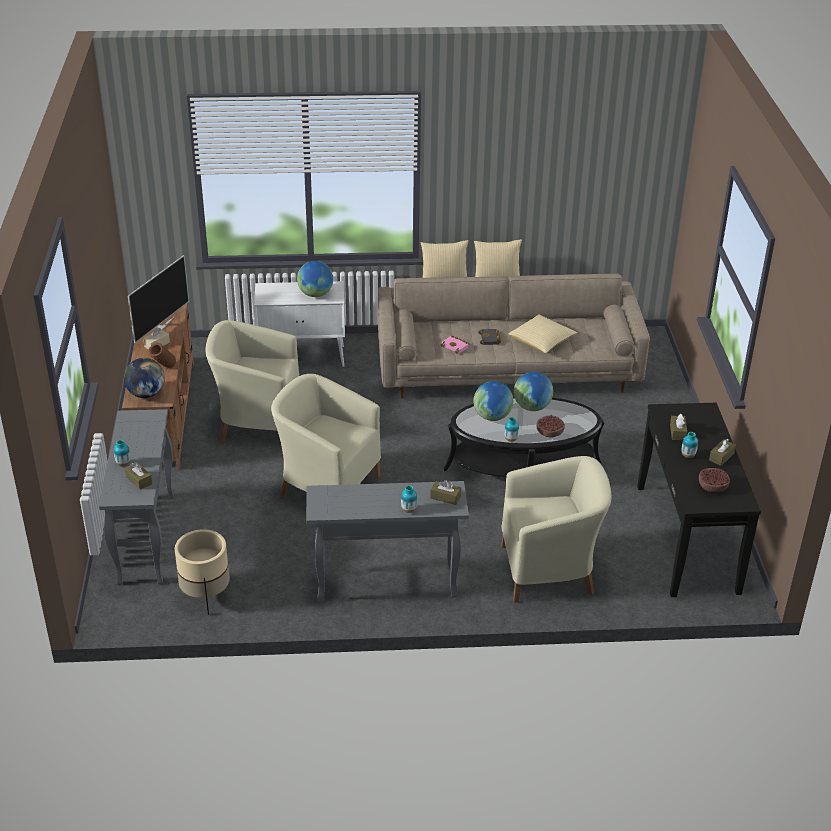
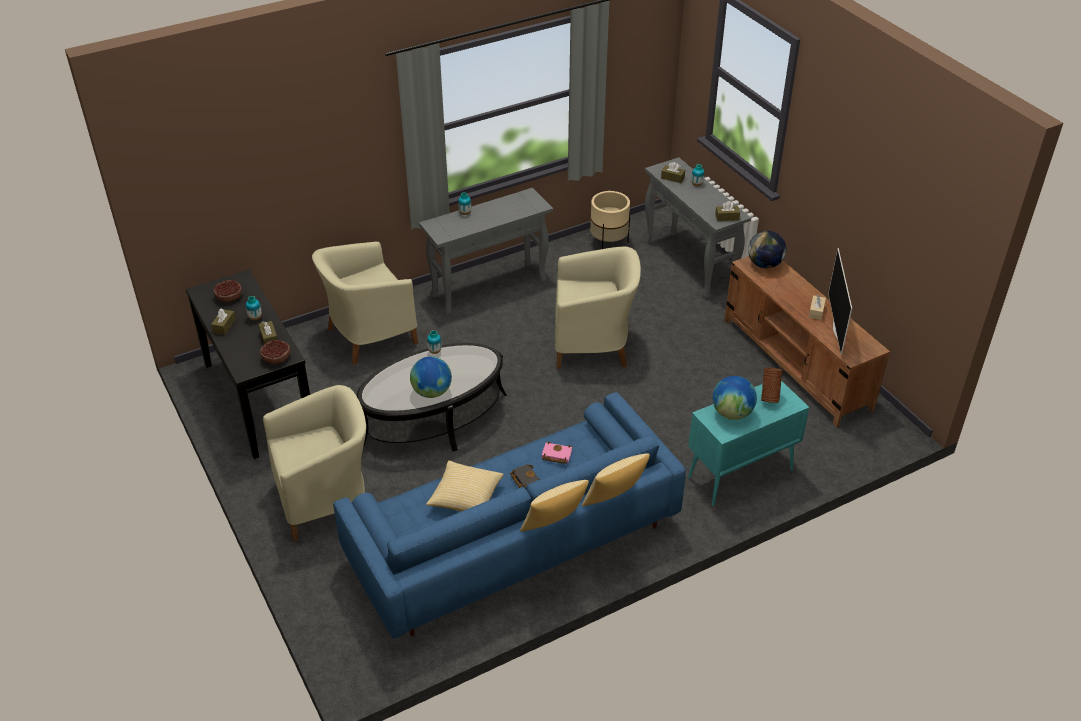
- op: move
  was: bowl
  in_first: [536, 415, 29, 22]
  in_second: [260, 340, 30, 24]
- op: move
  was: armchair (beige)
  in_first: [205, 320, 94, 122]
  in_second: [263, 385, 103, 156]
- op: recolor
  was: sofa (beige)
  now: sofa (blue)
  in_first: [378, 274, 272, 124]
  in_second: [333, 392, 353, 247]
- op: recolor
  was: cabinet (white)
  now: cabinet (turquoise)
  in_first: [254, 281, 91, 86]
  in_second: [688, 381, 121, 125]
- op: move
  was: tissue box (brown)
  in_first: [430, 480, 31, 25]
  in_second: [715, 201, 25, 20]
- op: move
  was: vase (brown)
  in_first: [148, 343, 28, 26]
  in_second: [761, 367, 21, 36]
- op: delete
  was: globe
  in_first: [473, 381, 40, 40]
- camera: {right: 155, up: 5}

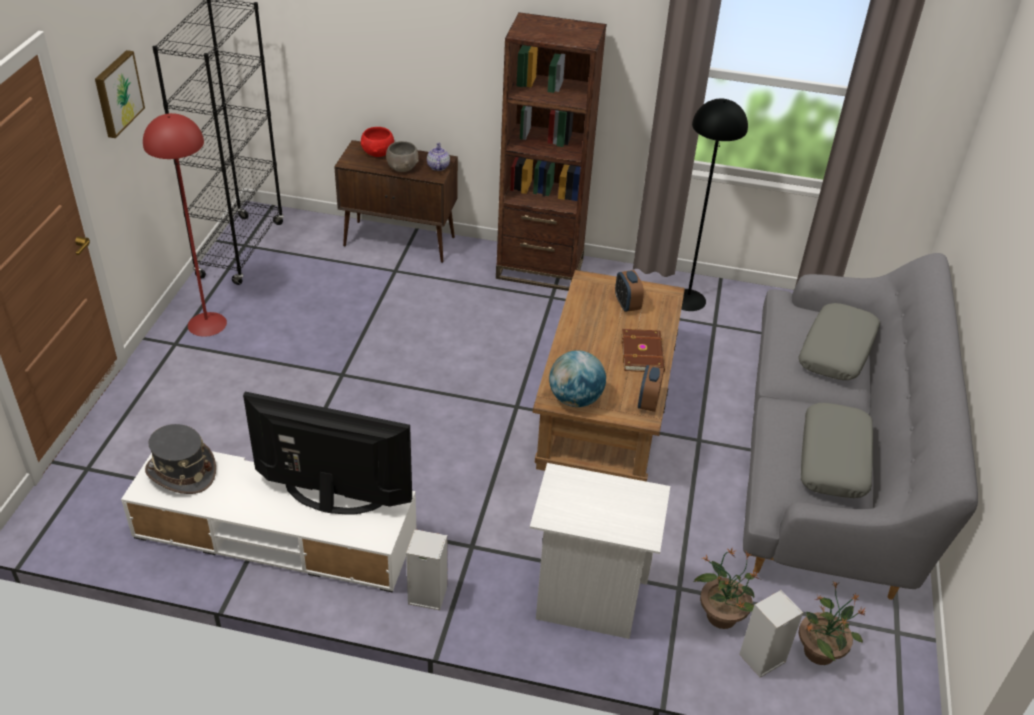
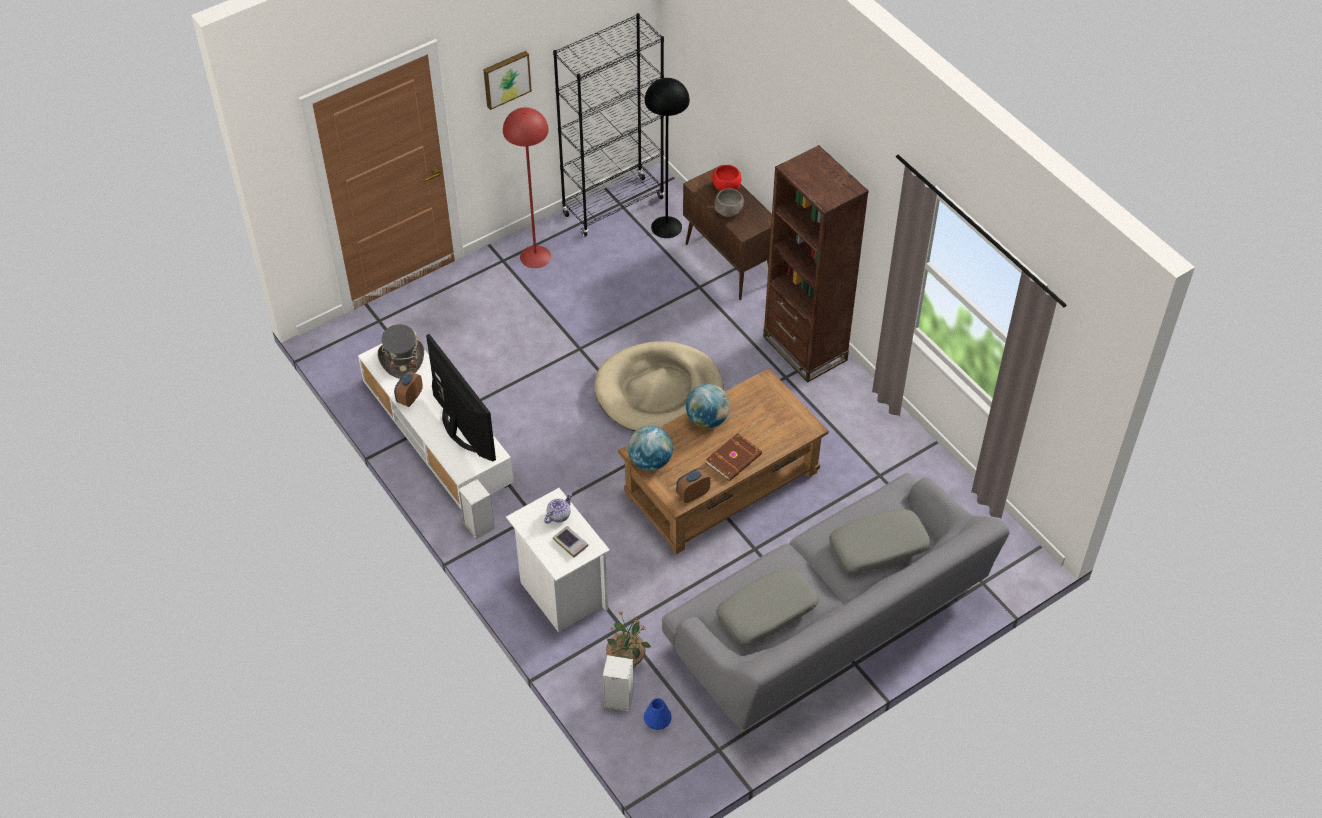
- op: move
  was: alarm clock
  in_first: [615, 270, 29, 42]
  in_second: [394, 371, 29, 36]
- op: move
  was: teapot
  in_first: [427, 143, 23, 28]
  in_second: [544, 493, 28, 30]
- op: insert
  now: book
  in_second: [553, 526, 35, 32]
- op: insert
  now: dog bed (beige)
  in_second: [595, 341, 128, 90]
- op: replace
  was: potted plant
  now: vase (blue)
  in_first: [799, 581, 67, 84]
  in_second: [644, 698, 28, 32]
- op: move
  was: floor lamp (black)
  in_first: [681, 99, 67, 212]
  in_second: [645, 78, 45, 160]
- op: insert
  now: globe
  in_second: [686, 384, 44, 44]
- camera: {right: 45, up: 10}

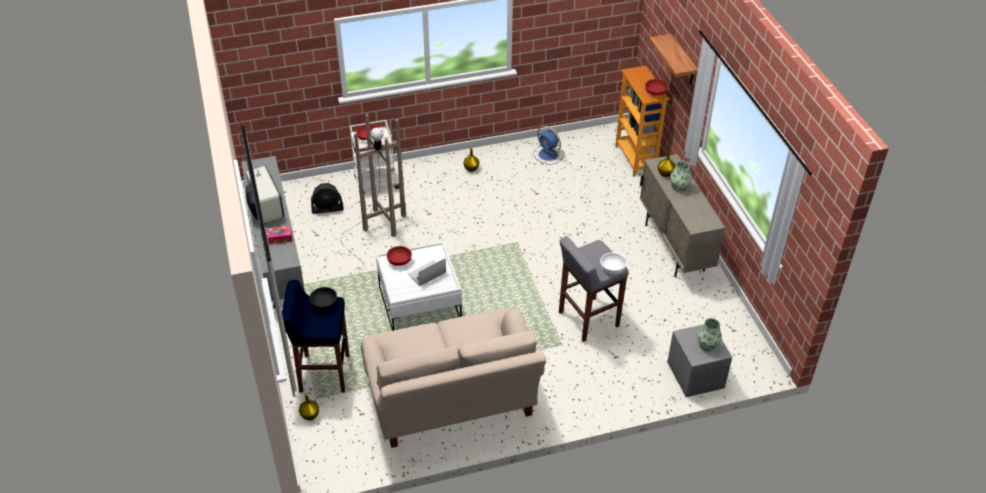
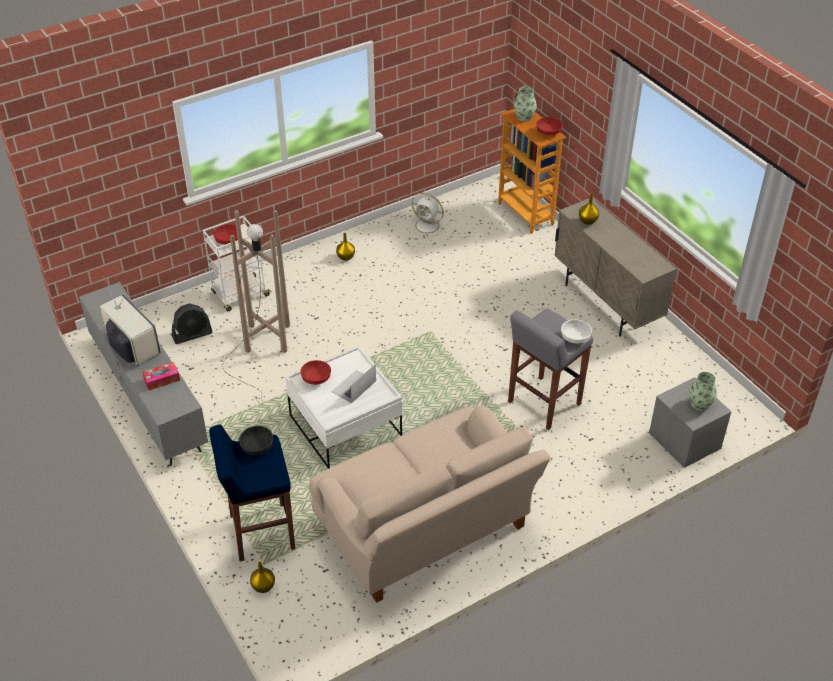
- op: recolor
  was: fan (blue)
  now: fan (white)
  in_first: [533, 126, 31, 39]
  in_second: [410, 192, 36, 45]
- op: move
  was: vase
  in_first: [670, 160, 22, 32]
  in_second: [514, 86, 23, 36]
- op: delete
  was: shelf
  in_first: [650, 34, 48, 50]
- camera: {right: -15, up: 0}

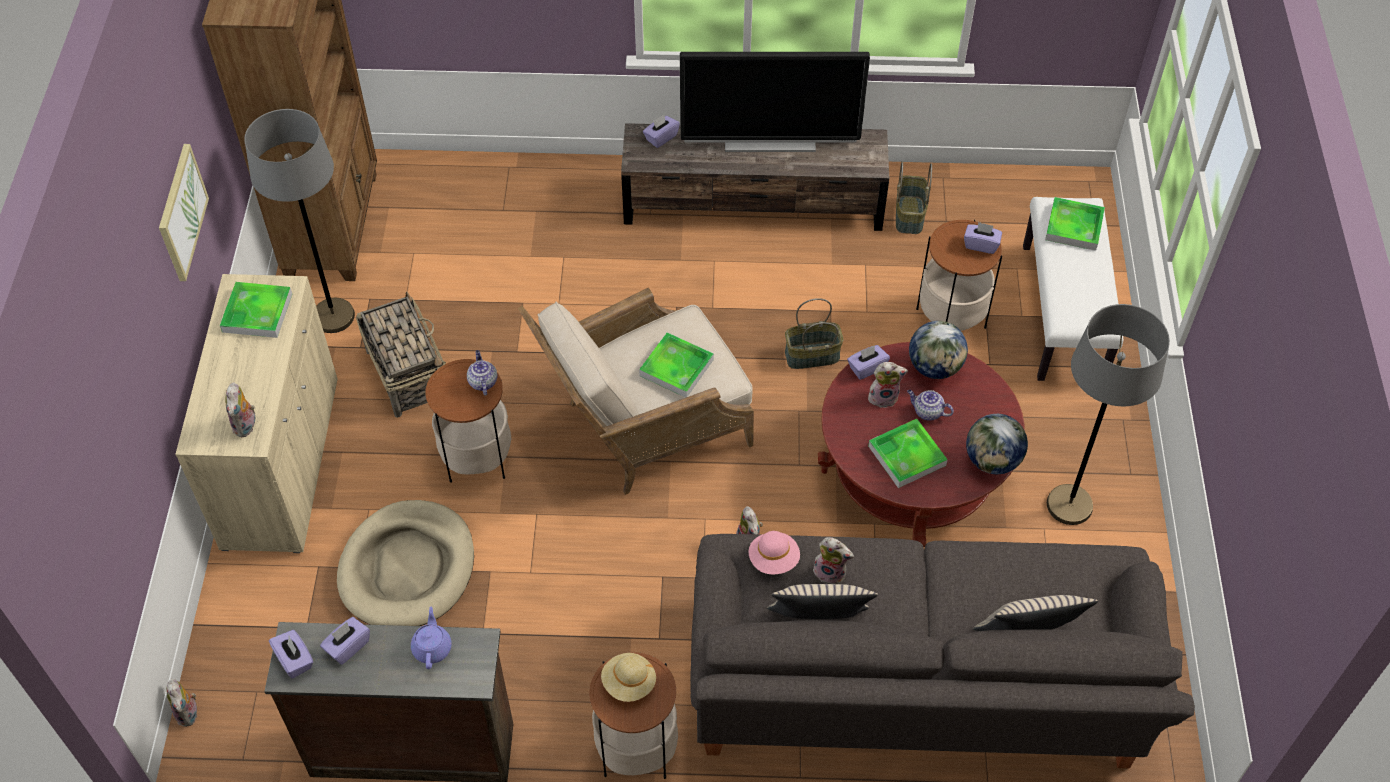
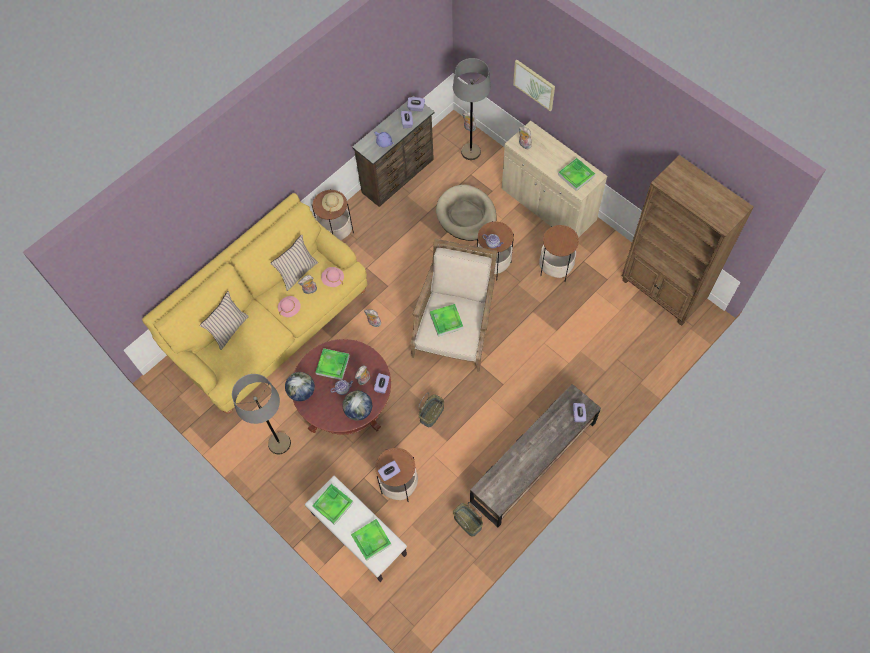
- op: recolor
  was: sofa (grey)
  now: sofa (yellow)
  in_first: [690, 534, 505, 234]
  in_second: [142, 193, 226, 221]
- op: insert
  now: hat (pink)
  in_second: [278, 296, 23, 21]
- op: insert
  now: tray
  in_second: [312, 484, 42, 41]
- op: move
  was: floor lamp (grey)
  in_first: [244, 109, 111, 224]
  in_second: [453, 58, 38, 102]
- op: move
  was: picture
  in_first: [159, 144, 50, 137]
  in_second: [513, 60, 42, 51]
- op: replace
  was: basket
  now: side table
  in_first: [356, 291, 90, 127]
  in_second: [539, 225, 40, 57]
- op: delete
  was: television
  in_first: [680, 52, 190, 100]
- camera: {right: 135, up: 10}

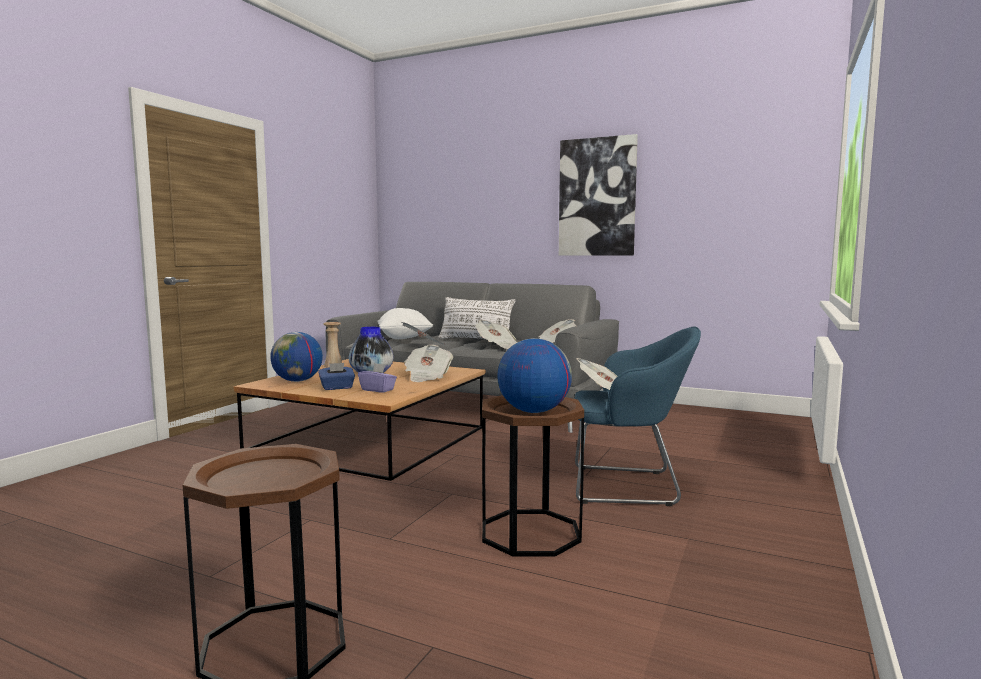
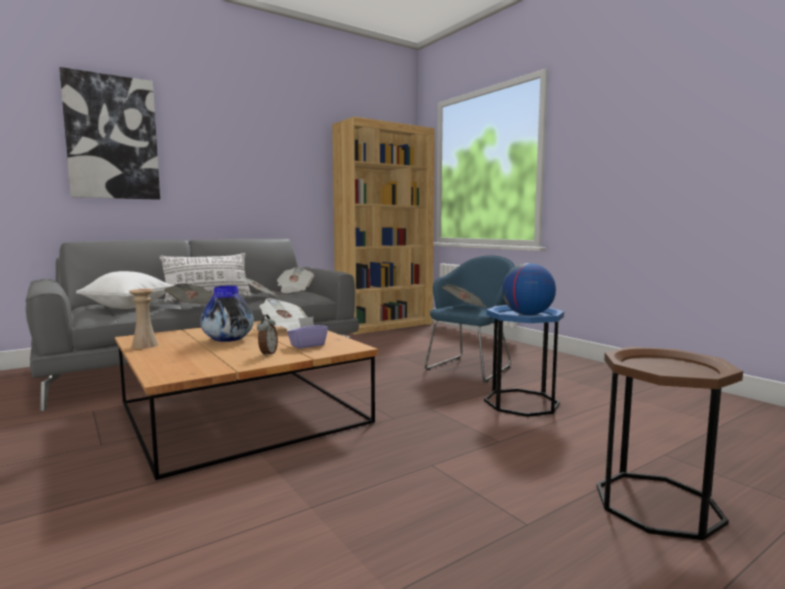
- op: move
  was: picture
  in_first: [559, 134, 79, 122]
  in_second: [59, 67, 101, 133]
- op: replace
  was: tissue box (blue)
  now: alarm clock
  in_first: [318, 363, 37, 27]
  in_second: [257, 315, 21, 42]
- op: insert
  now: bookcase (brown)
  in_second: [332, 117, 103, 218]
- op: recolor
  was: side table (brown)
  now: side table (blue)
  in_first: [482, 395, 102, 161]
  in_second: [484, 305, 80, 112]
- op: delete
  was: globe
  in_first: [270, 332, 53, 50]
- camera: {right: -60, up: 0}

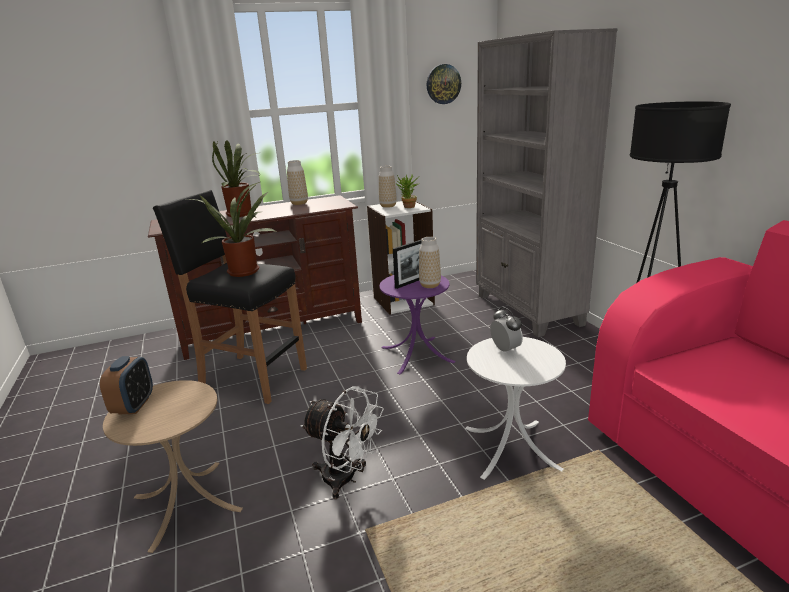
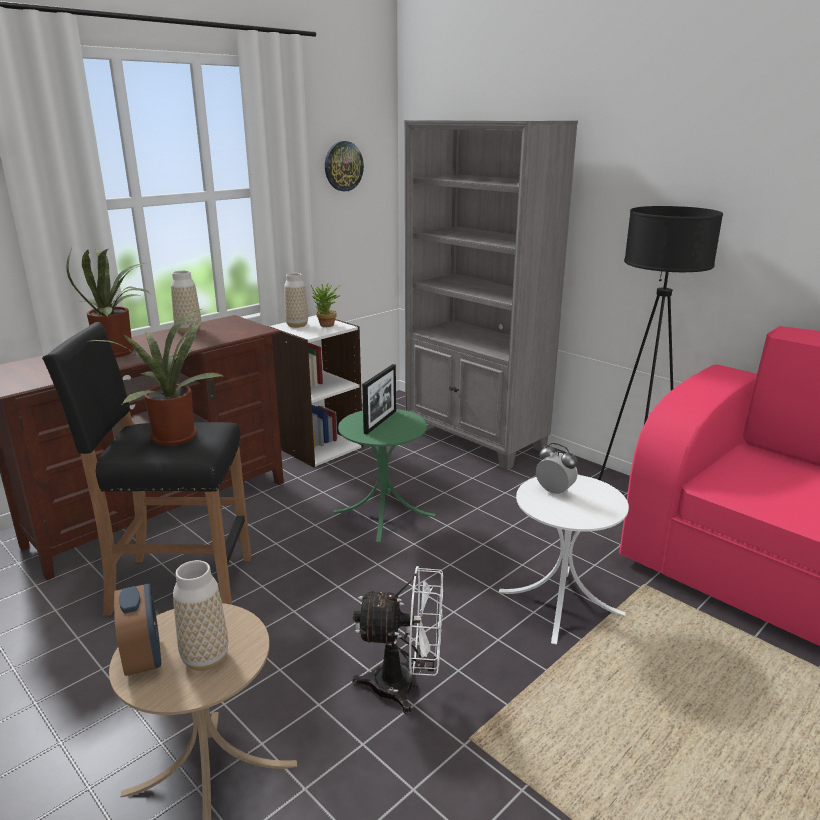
- op: move
  was: vase
  in_first: [419, 237, 22, 51]
  in_second: [173, 560, 55, 111]
- op: recolor
  was: side table (purple)
  now: side table (green)
  in_first: [379, 275, 77, 99]
  in_second: [333, 409, 102, 133]
- camera: {right: -25, up: 0}

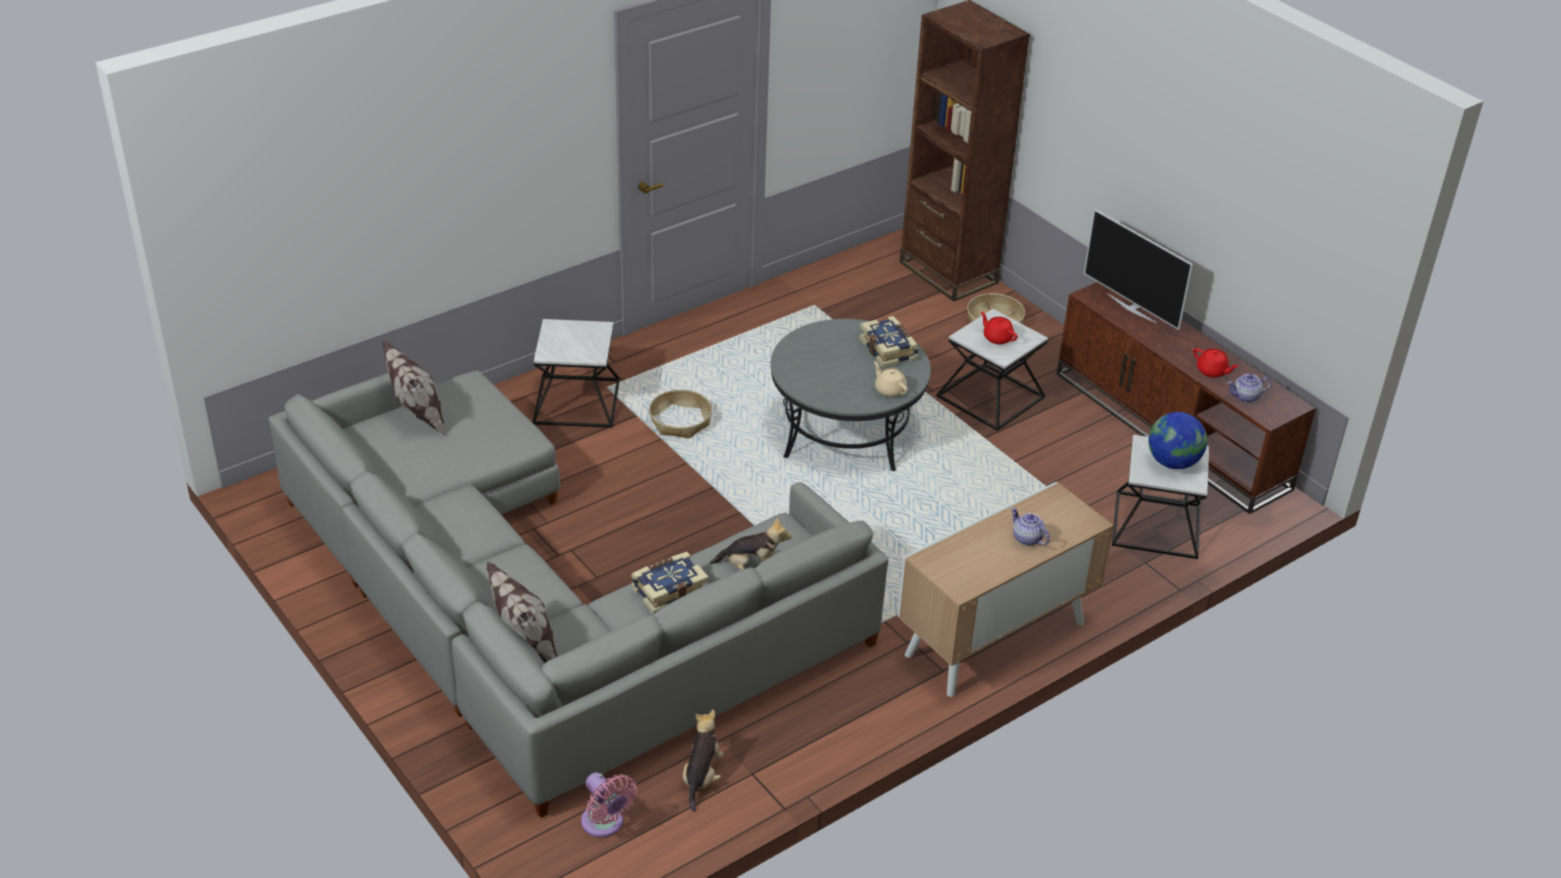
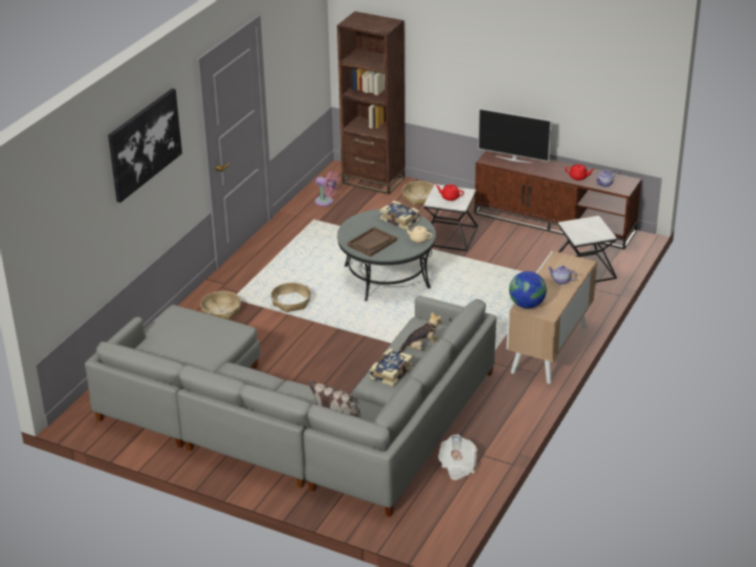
- op: insert
  now: picture
  in_second: [108, 88, 74, 115]
- op: replace
  was: side table
  now: basket
  in_first: [532, 319, 88, 109]
  in_second: [201, 291, 40, 29]
- op: move
  was: fan (pink)
  in_first: [581, 772, 56, 66]
  in_second: [315, 171, 24, 35]
- op: insert
  now: tray (brown)
  in_second: [347, 227, 50, 30]
- op: replace
  was: plush toy
  now: newspaper
  in_first: [683, 709, 41, 103]
  in_second: [438, 434, 39, 46]
- op: move
  was: globe
  in_first: [1148, 412, 59, 57]
  in_second: [509, 271, 38, 37]
- op: delete
  was: pillow
  in_first: [383, 341, 63, 95]
- camera: {right: -25, up: -5}

